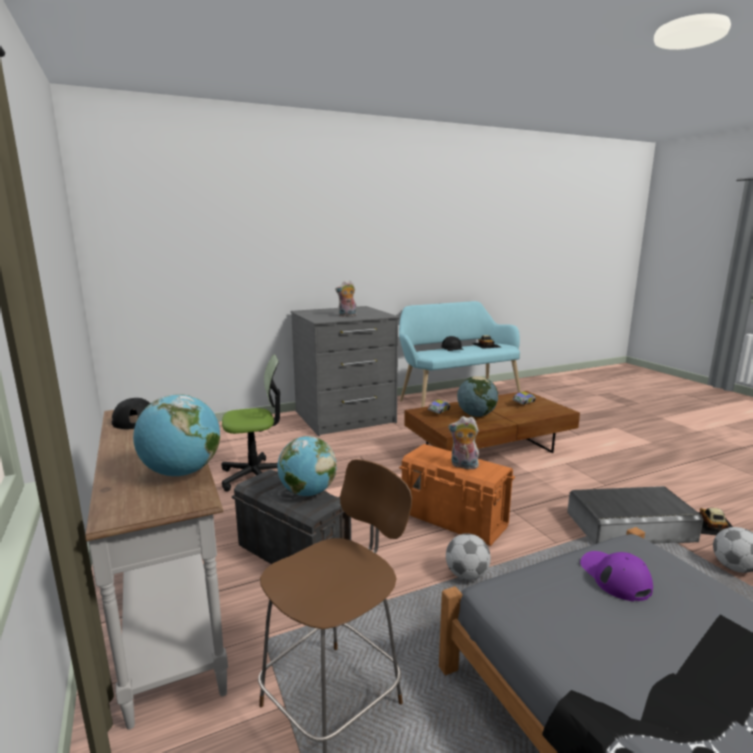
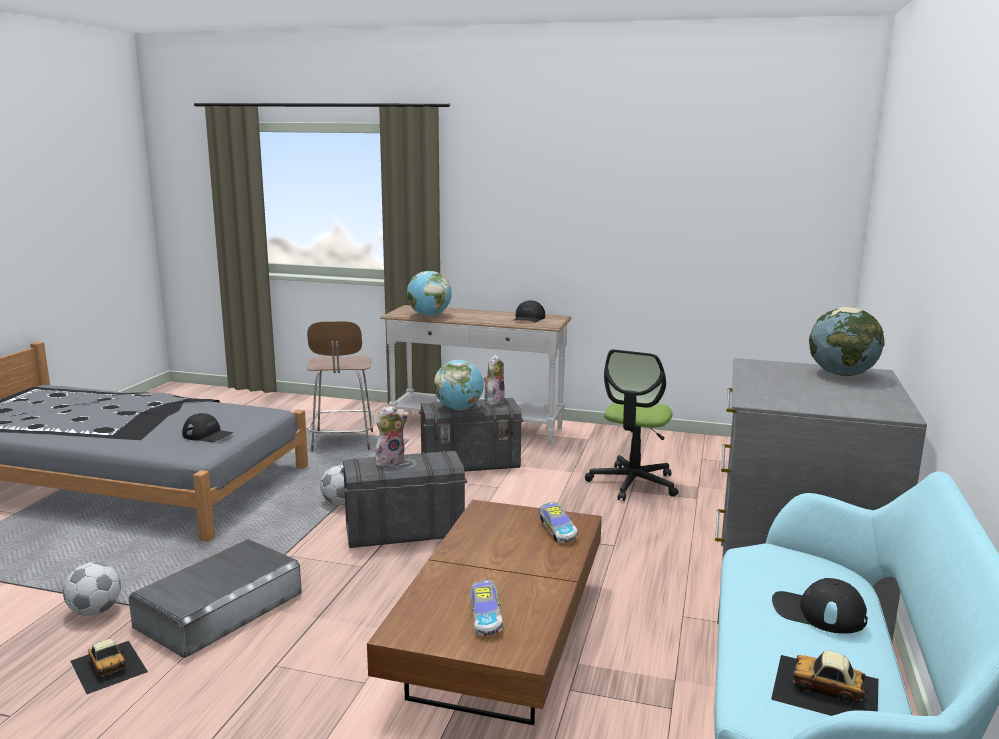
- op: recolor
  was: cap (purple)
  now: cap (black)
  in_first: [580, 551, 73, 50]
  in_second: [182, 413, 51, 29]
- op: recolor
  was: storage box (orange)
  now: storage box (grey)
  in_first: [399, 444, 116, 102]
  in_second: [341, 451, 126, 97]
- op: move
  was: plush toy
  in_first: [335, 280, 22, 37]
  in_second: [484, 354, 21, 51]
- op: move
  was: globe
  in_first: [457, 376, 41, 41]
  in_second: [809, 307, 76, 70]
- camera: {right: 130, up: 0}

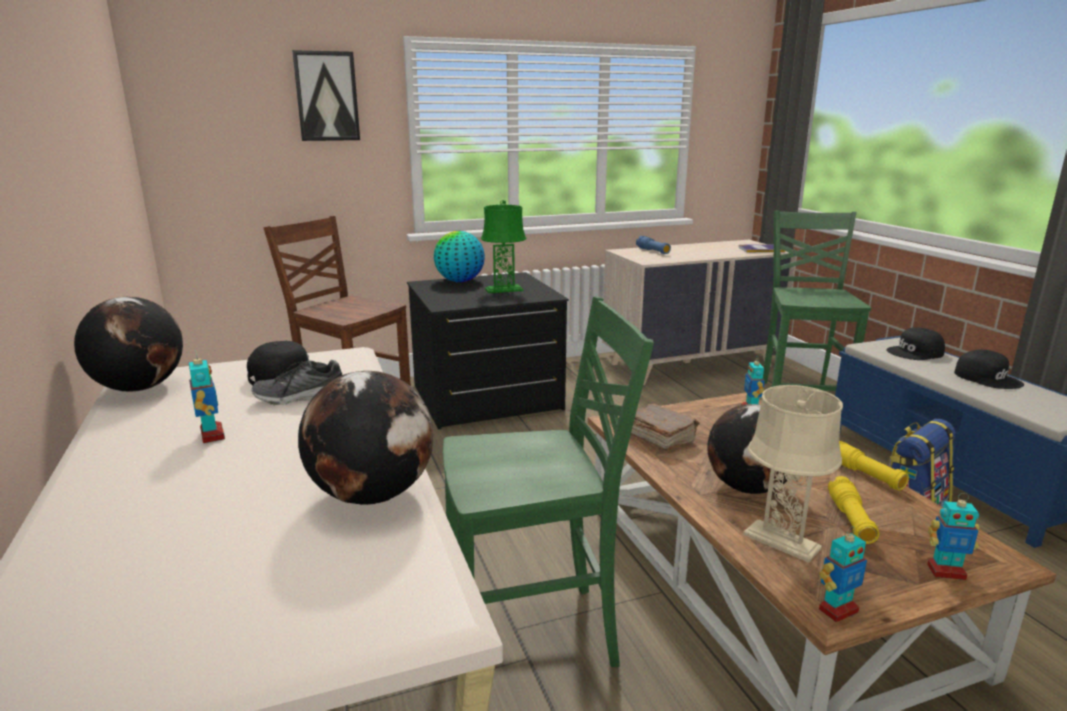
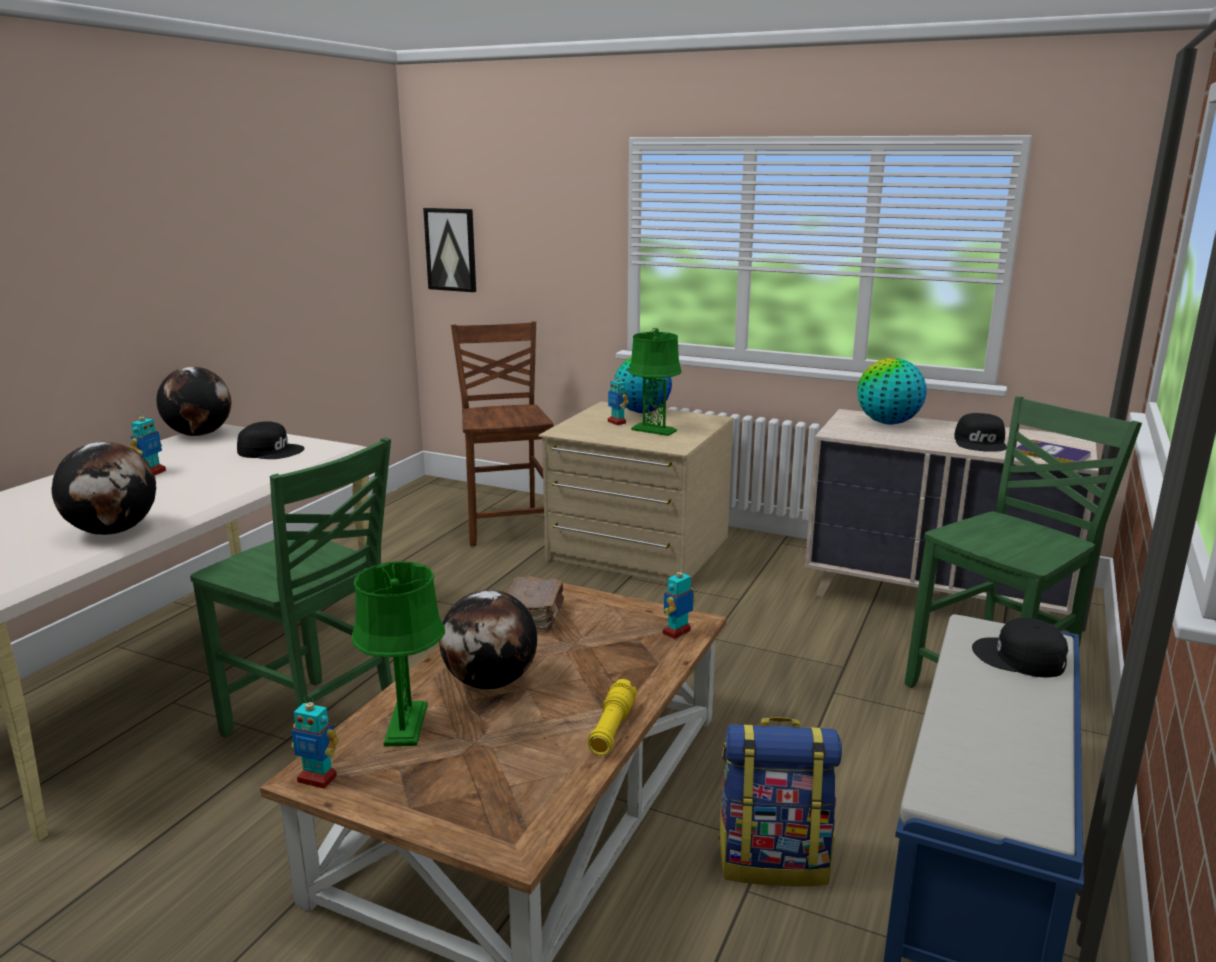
- op: recolor
  was: table lamp (beige)
  now: table lamp (green)
  in_first: [743, 385, 100, 178]
  in_second: [352, 561, 93, 185]
- op: move
  was: picture
  in_first: [292, 50, 68, 91]
  in_second: [423, 208, 53, 84]
- op: recolor
  was: dresser (black)
  now: dresser (beige)
  in_first: [407, 272, 162, 157]
  in_second: [539, 401, 195, 181]
- op: move
  was: toy robot
  in_first: [927, 493, 53, 87]
  in_second: [608, 375, 21, 50]
- op: replace
  was: flashlight (blue)
  now: globe
  in_first: [636, 236, 35, 18]
  in_second: [857, 358, 70, 67]
- op: move
  was: cap (black)
  in_first: [954, 350, 70, 39]
  in_second: [954, 413, 53, 39]
- op: delete
  was: shoe
  in_first: [251, 360, 91, 45]
- op: delete
  was: flashlight (yellow)
  in_first: [828, 476, 51, 68]
- camera: {right: 45, up: 0}

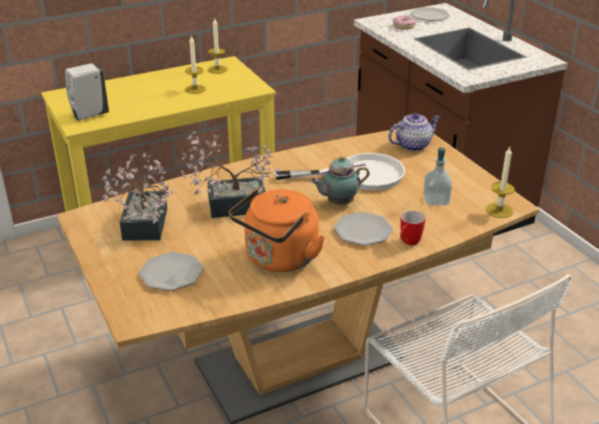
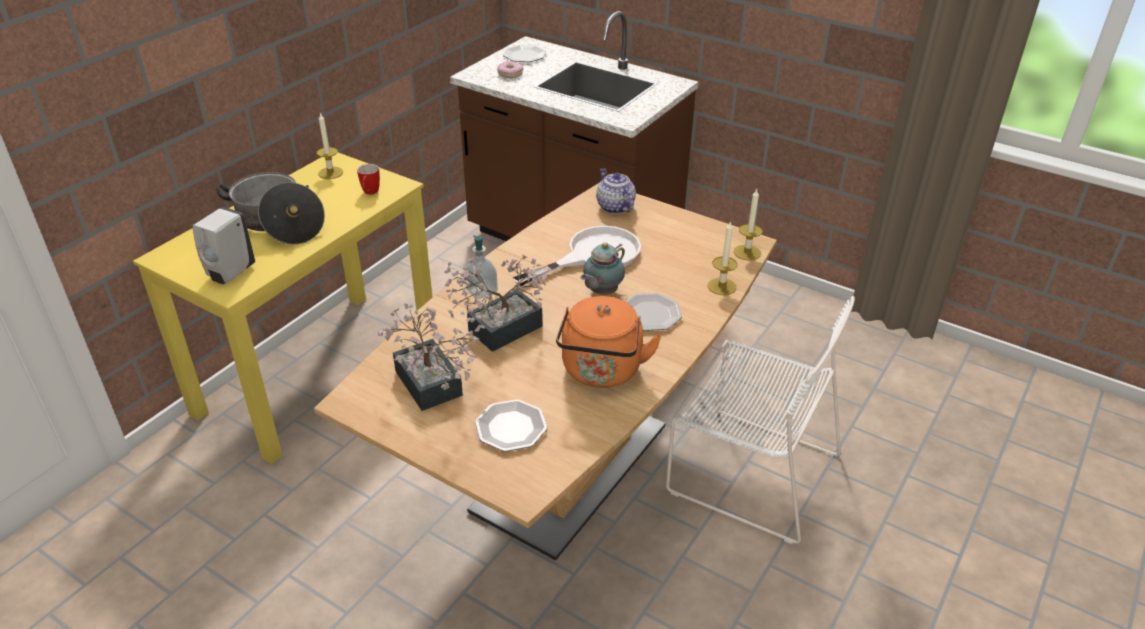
- op: insert
  now: cooking pot
  in_second: [217, 172, 108, 73]
- op: move
  was: mug
  in_first: [400, 210, 26, 35]
  in_second: [357, 164, 23, 31]
- op: move
  was: soap dispenser
  in_first: [423, 147, 29, 59]
  in_second: [464, 236, 34, 63]
- op: rotate
  was: teapot
  in_first: [388, 113, 52, 38]
  in_second: [596, 168, 40, 46]
  clockwise: -60
- op: move
  was: candle
  in_first: [185, 36, 21, 58]
  in_second: [708, 221, 29, 74]
- camera: {right: -30, up: 5}

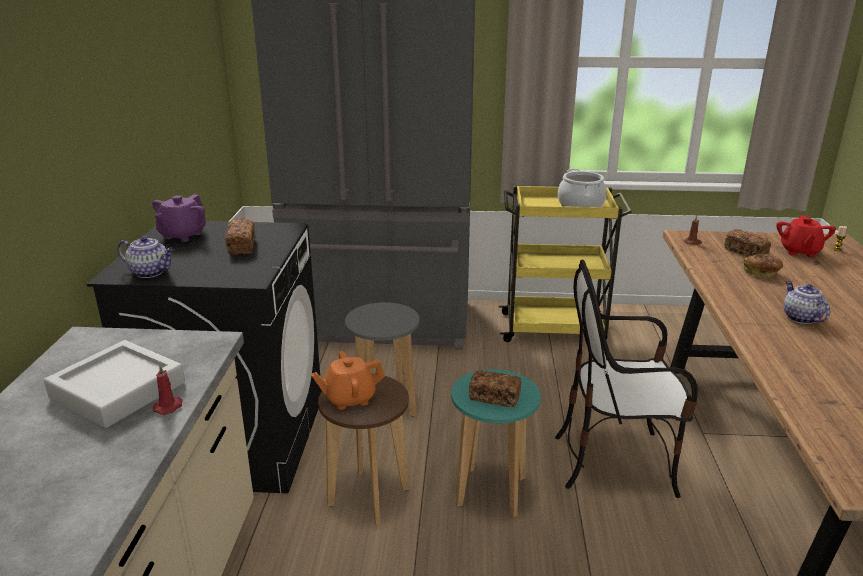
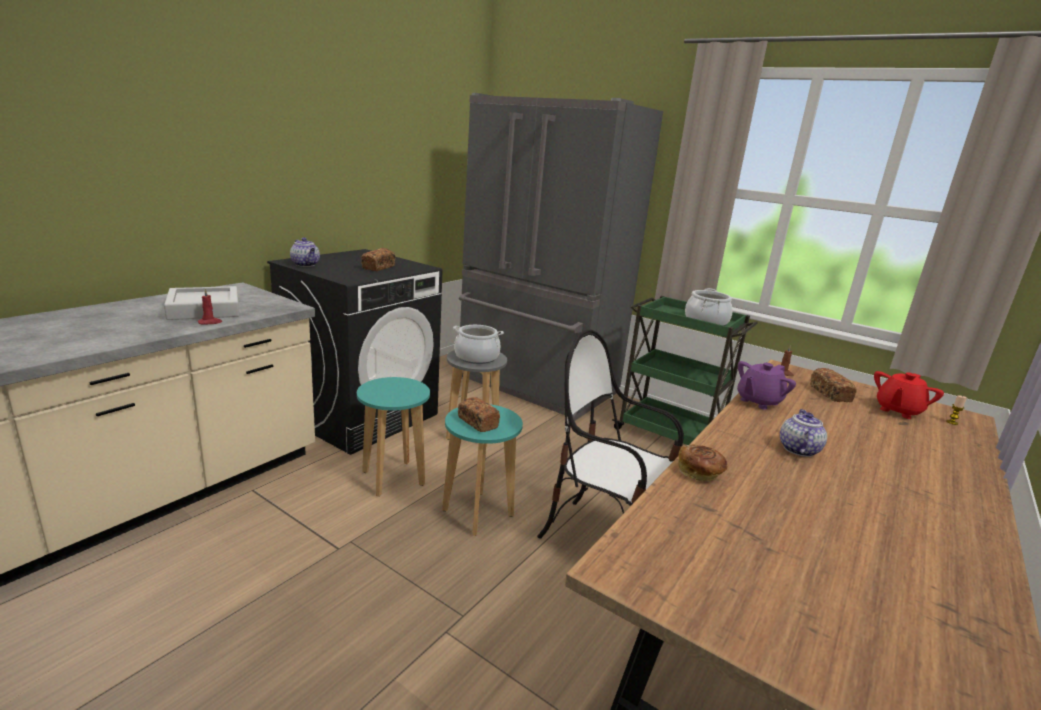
- op: recolor
  was: stool (brown)
  now: stool (turquoise)
  in_first: [318, 374, 91, 152]
  in_second: [357, 377, 73, 120]
- op: insert
  now: cooking pot
  in_second: [453, 325, 51, 39]
- op: recolor
  was: cart (yellow)
  now: cart (green)
  in_first: [498, 186, 134, 156]
  in_second: [612, 296, 146, 149]
- op: move
  was: bread
  in_first: [744, 254, 39, 23]
  in_second: [678, 445, 49, 37]
- op: move
  was: teapot (purple)
  in_first: [152, 194, 54, 48]
  in_second: [737, 361, 59, 49]
- op: delete
  was: teapot (orange)
  in_first: [311, 351, 74, 59]
- camera: {right: 30, up: -5}

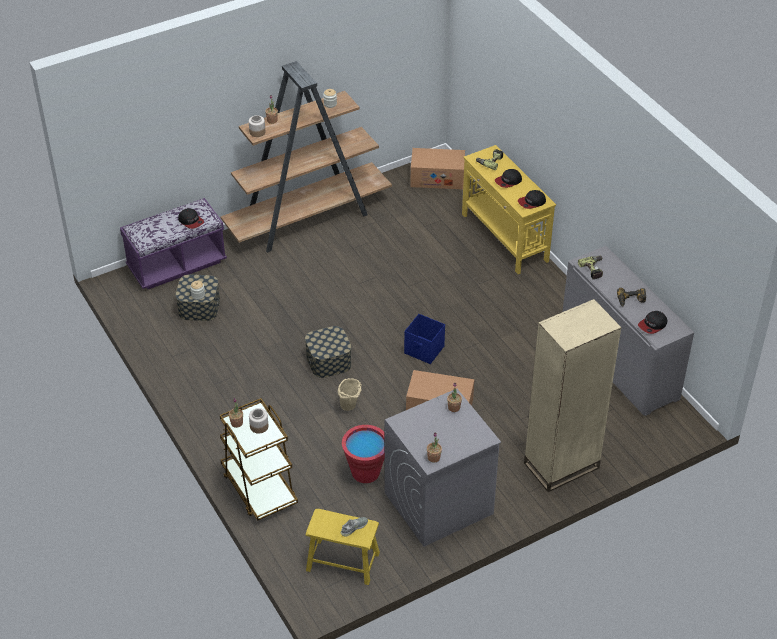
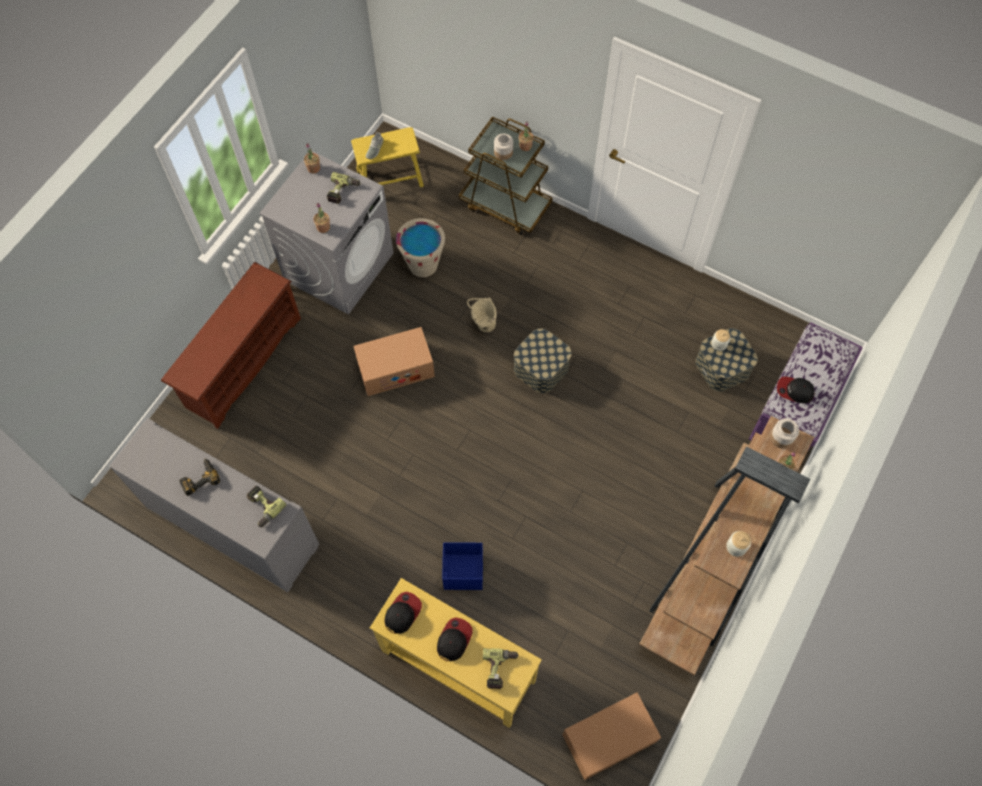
- op: replace
  was: bookcase (beige)
  now: shoe rack (brown)
  in_first: [524, 299, 98, 193]
  in_second: [161, 262, 140, 167]
- op: insert
  now: power drill
  in_second: [327, 172, 34, 32]
- op: recolor
  was: bucket (red)
  now: bucket (beige)
  in_first: [342, 425, 43, 58]
  in_second: [396, 218, 49, 59]
- op: move
  was: storage box (blue)
  in_first: [404, 314, 41, 50]
  in_second: [442, 543, 41, 47]
- op: delete
  was: cap
  in_first: [638, 311, 29, 23]
- camera: {right: 150, up: 20}

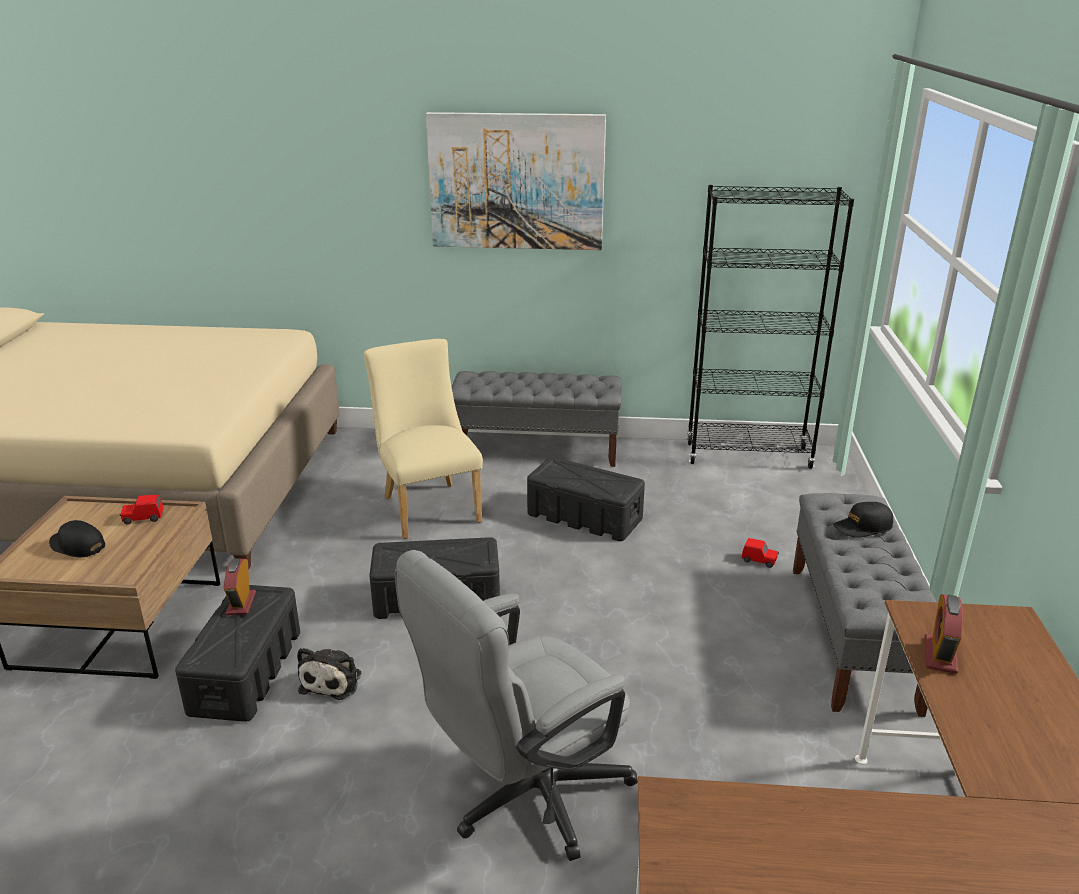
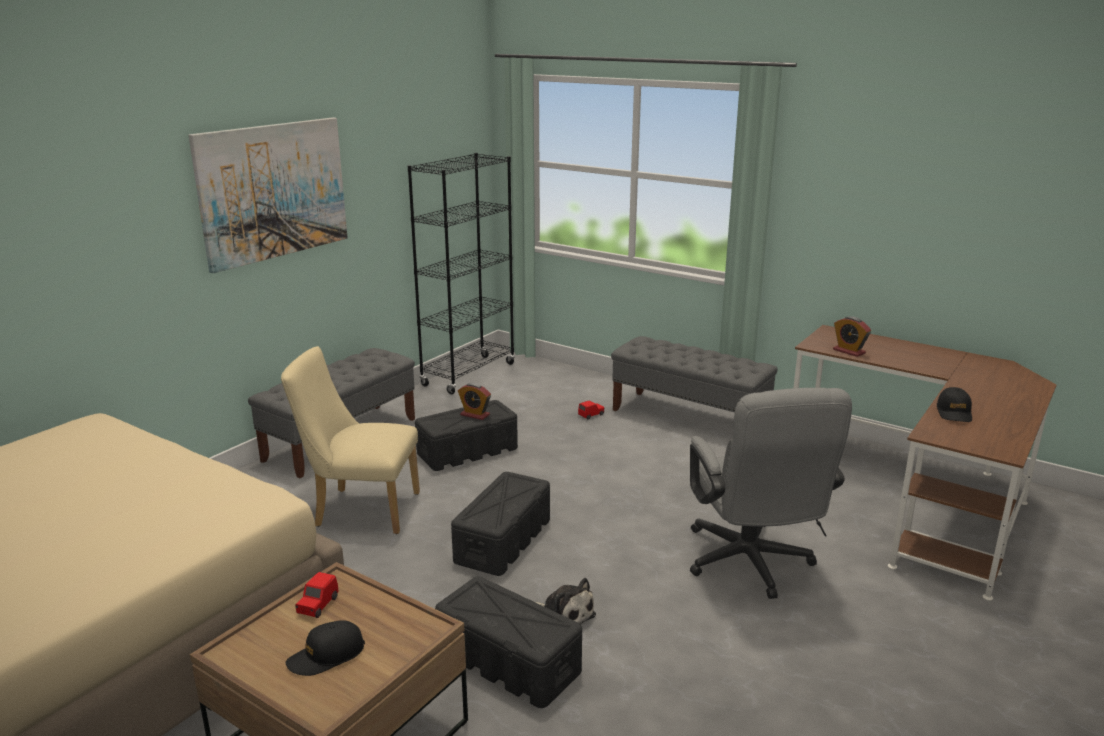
- op: move
  was: alarm clock
  in_first: [224, 558, 32, 57]
  in_second: [458, 383, 33, 37]
- op: move
  was: cap (black)
  in_first: [833, 502, 60, 36]
  in_second: [937, 387, 35, 35]
- camera: {right: -60, up: -5}

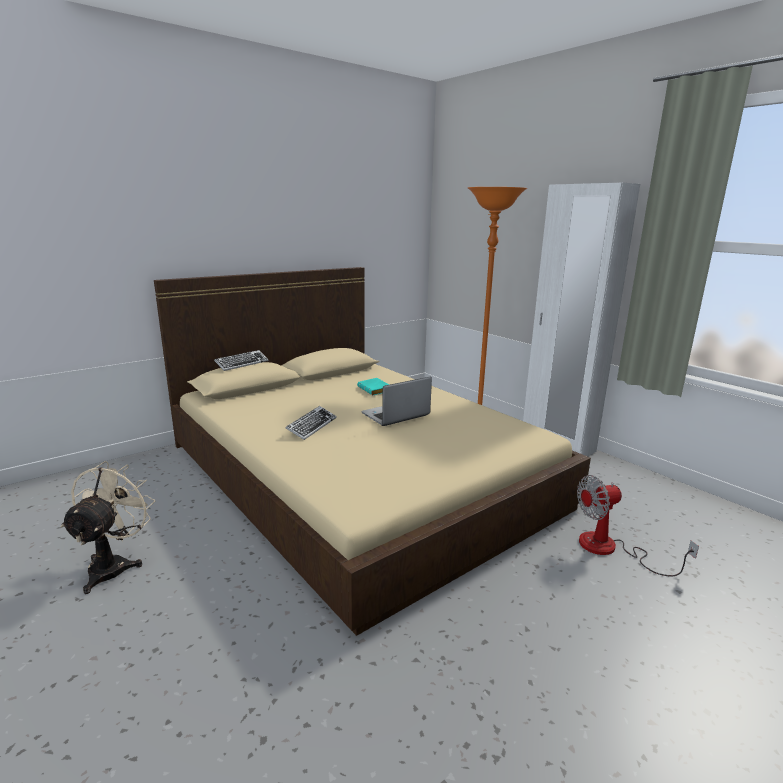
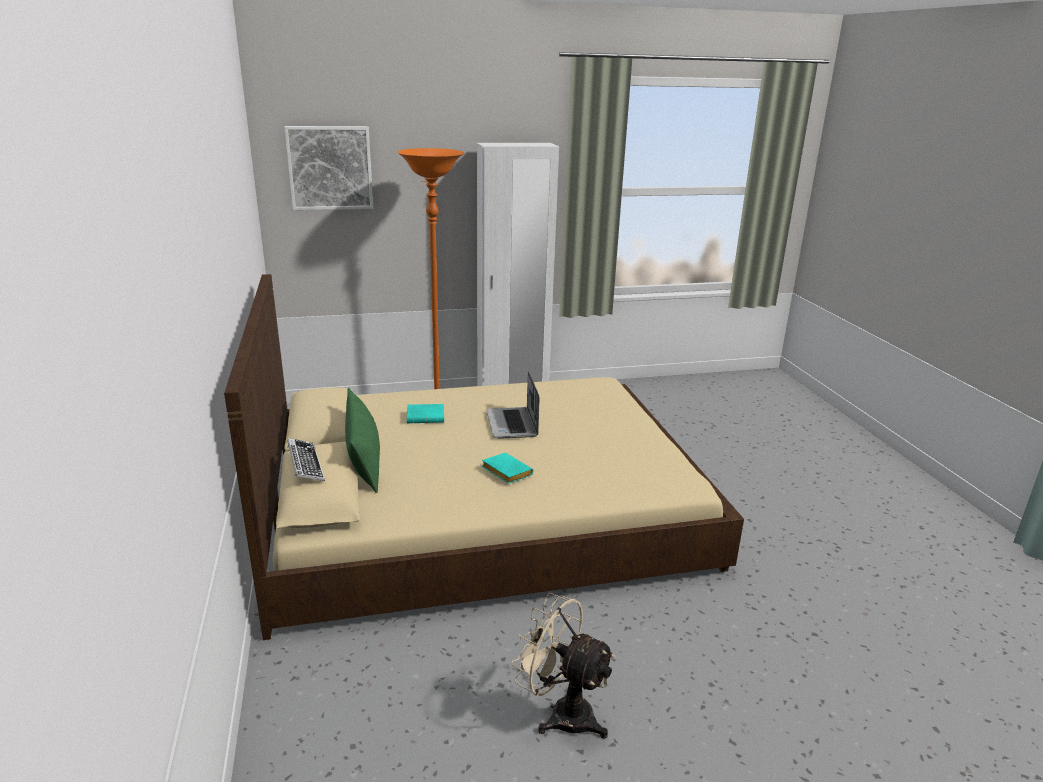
- op: insert
  now: picture
  in_second: [284, 126, 89, 84]
- op: insert
  now: pillow (green)
  in_second: [345, 388, 35, 105]
- op: replace
  was: keyboard
  now: book (turquoise)
  in_first: [286, 406, 50, 34]
  in_second: [482, 453, 51, 31]
- op: delete
  was: fan
  in_first: [577, 475, 122, 102]
- camera: {right: -65, up: 5}

